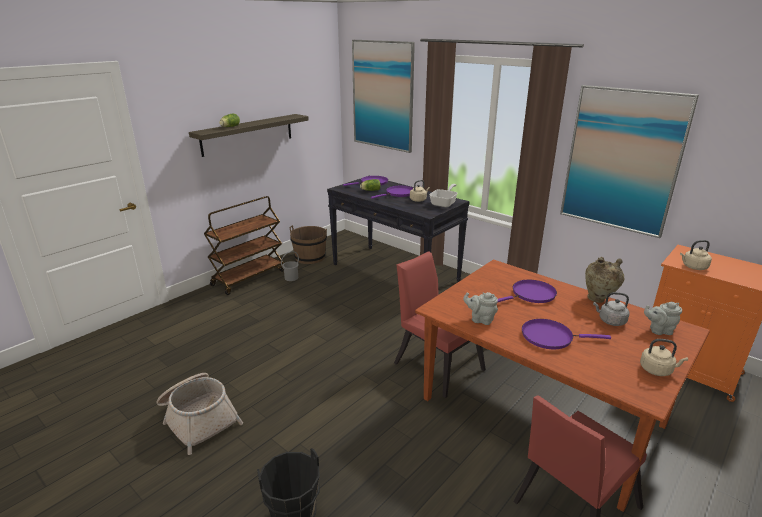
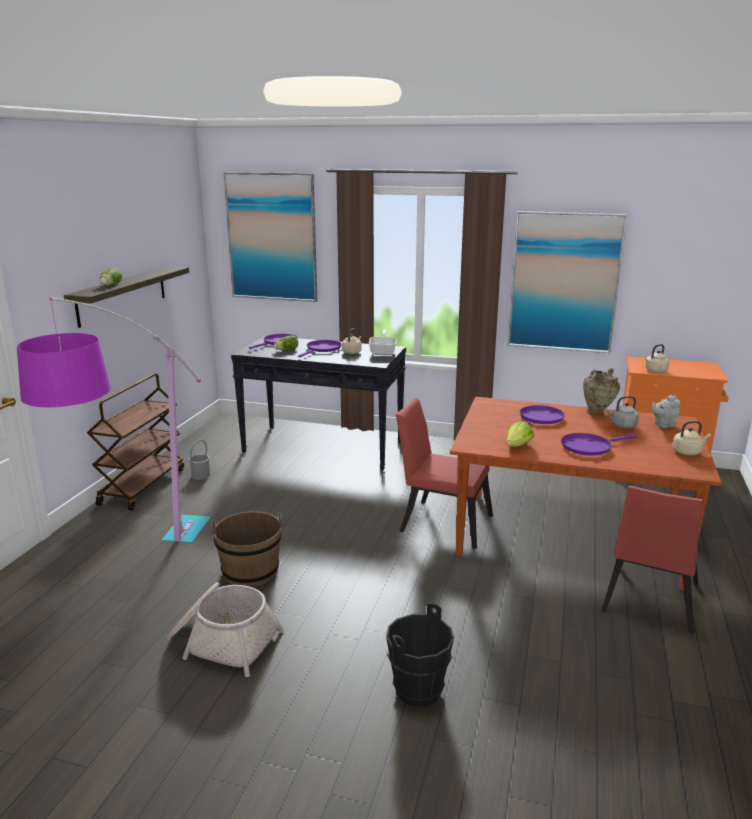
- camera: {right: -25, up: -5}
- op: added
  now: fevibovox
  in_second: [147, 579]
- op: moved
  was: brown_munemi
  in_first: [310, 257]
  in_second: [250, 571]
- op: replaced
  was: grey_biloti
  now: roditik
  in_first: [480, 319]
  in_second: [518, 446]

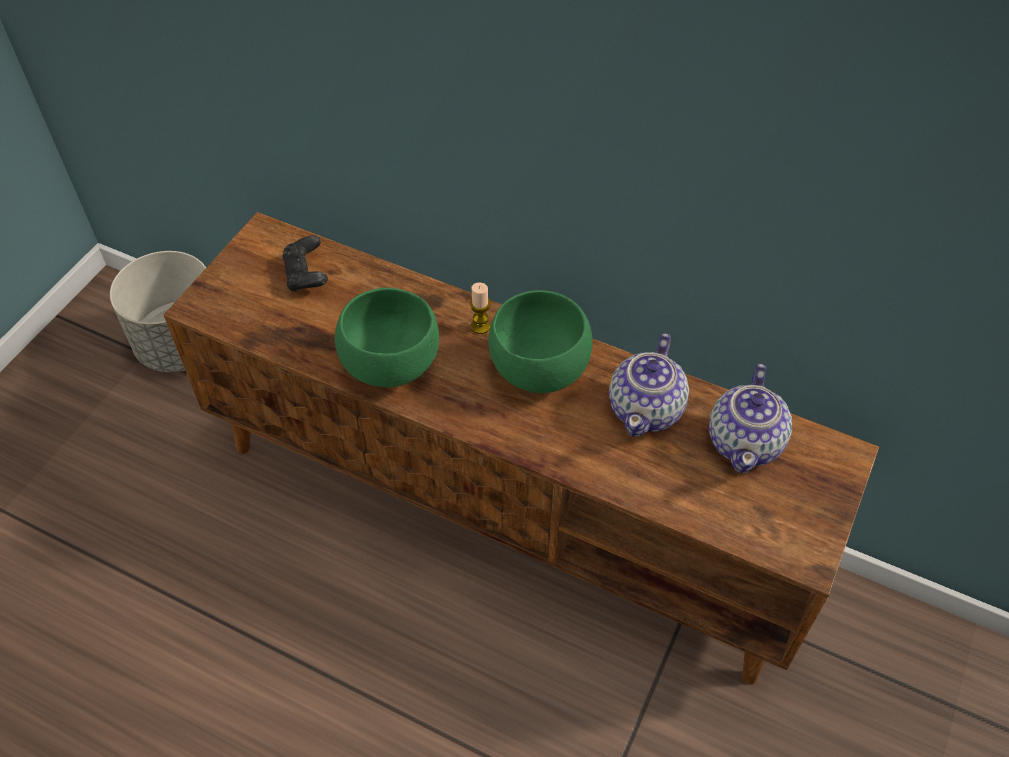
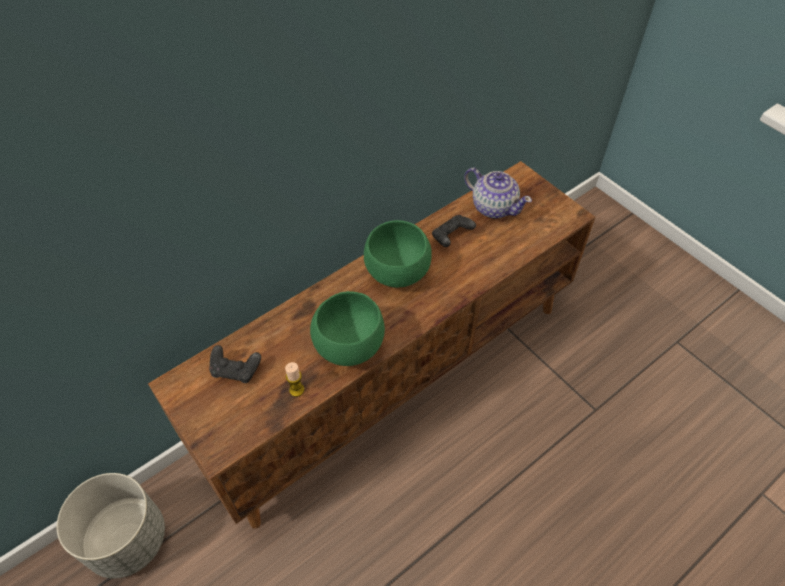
- camera: {right: -65, up: 0}
- op: moved
  was: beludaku
  in_first: [480, 326]
  in_second: [296, 390]
- op: replaced
  was: biloti
  now: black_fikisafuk
  in_first: [646, 409]
  in_second: [451, 237]

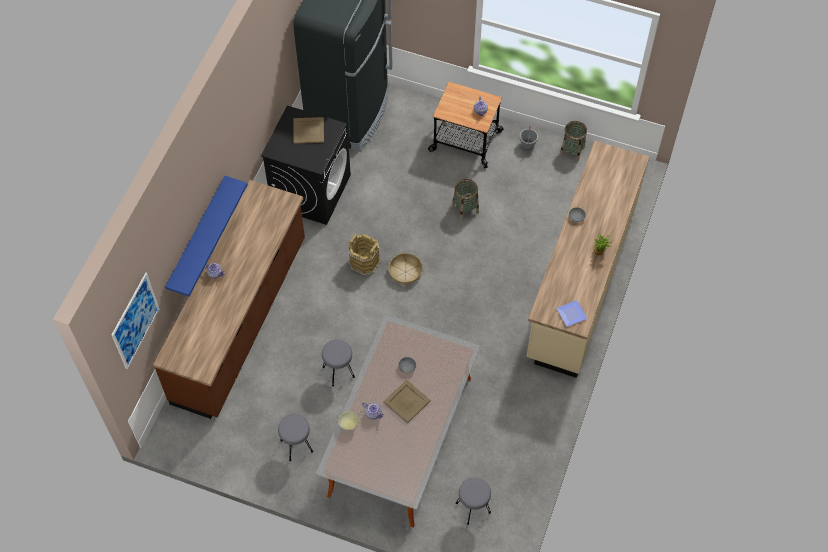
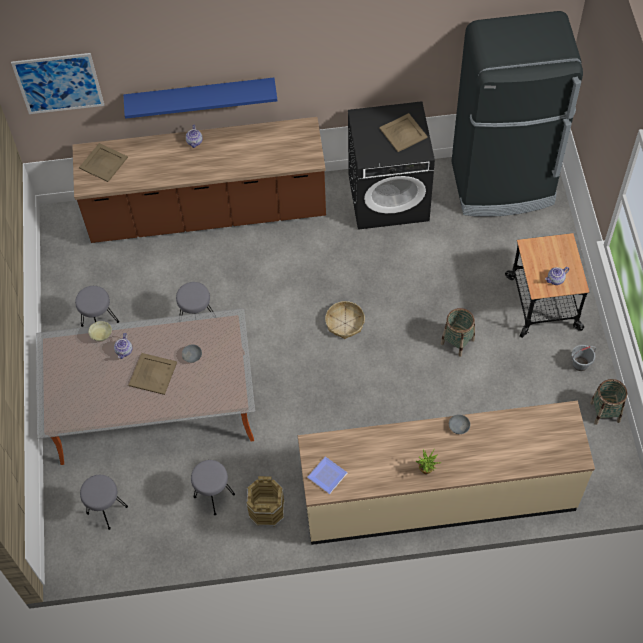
- camera: {right: 65, up: 0}
- op: added
  now: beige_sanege
  in_second: [104, 162]
- op: added
  now: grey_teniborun
  in_second: [213, 496]
- op: moved
  was: brown_munemi
  in_first: [364, 263]
  in_second: [266, 510]

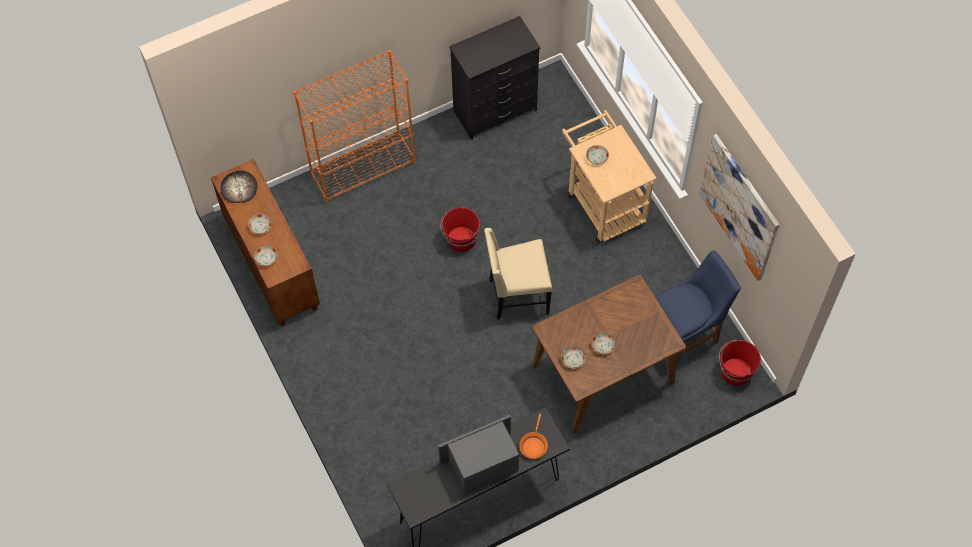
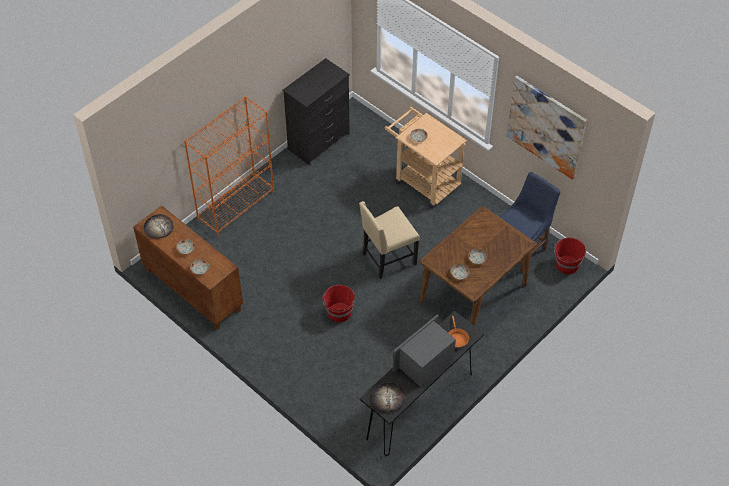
- camera: {right: -20, up: -10}
- op: added
  now: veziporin
  in_second: [388, 398]
- op: moved
  was: red_munemi
  in_first: [461, 239]
  in_second: [339, 313]

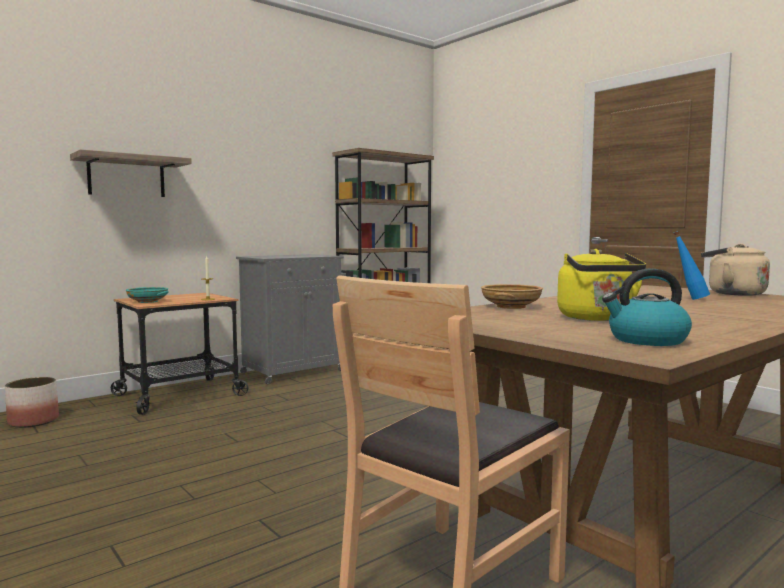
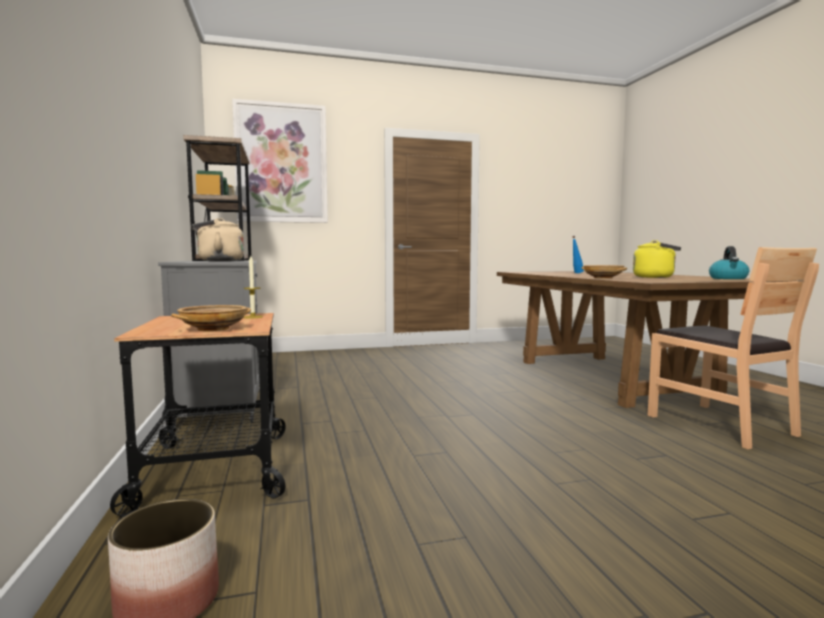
- camera: {right: -65, up: 0}
- op: removed
  was: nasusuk
  in_first: [126, 177]
- op: added
  now: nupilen
  in_second: [281, 163]
- op: moved
  was: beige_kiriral
  in_first: [732, 293]
  in_second: [217, 261]
- op: recoloured
  was: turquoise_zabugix
  now: beige_zabugix
  in_first: [148, 301]
  in_second: [214, 328]

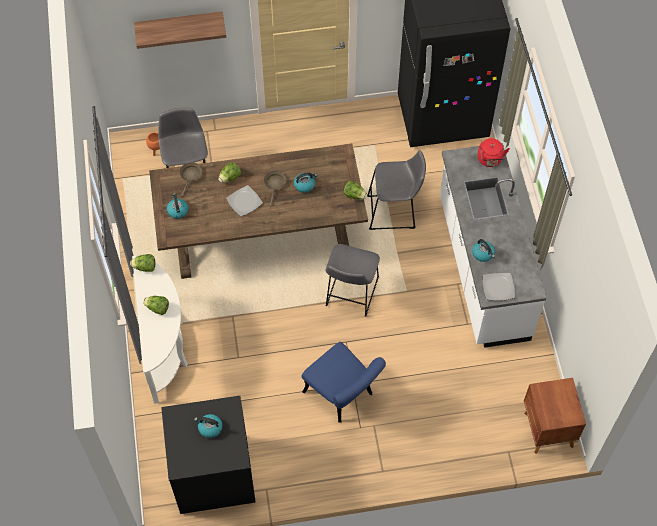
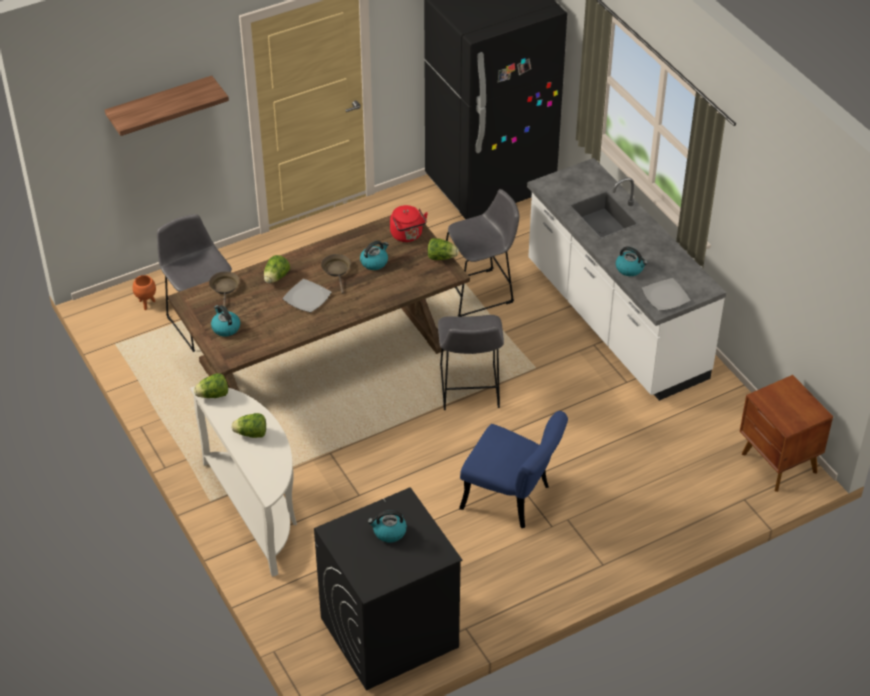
- camera: {right: -20, up: -15}
- op: moved
  was: red_kiriral
  in_first: [490, 160]
  in_second: [407, 235]

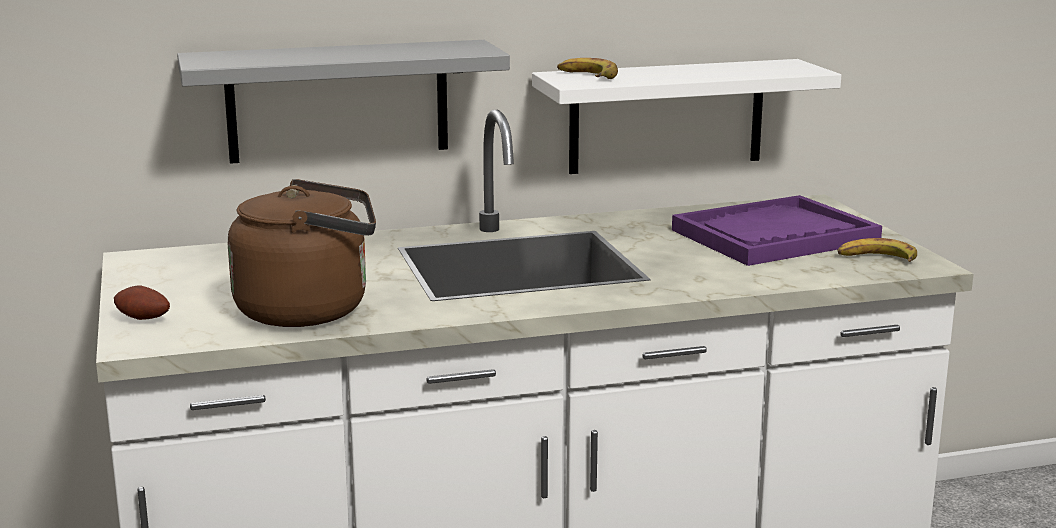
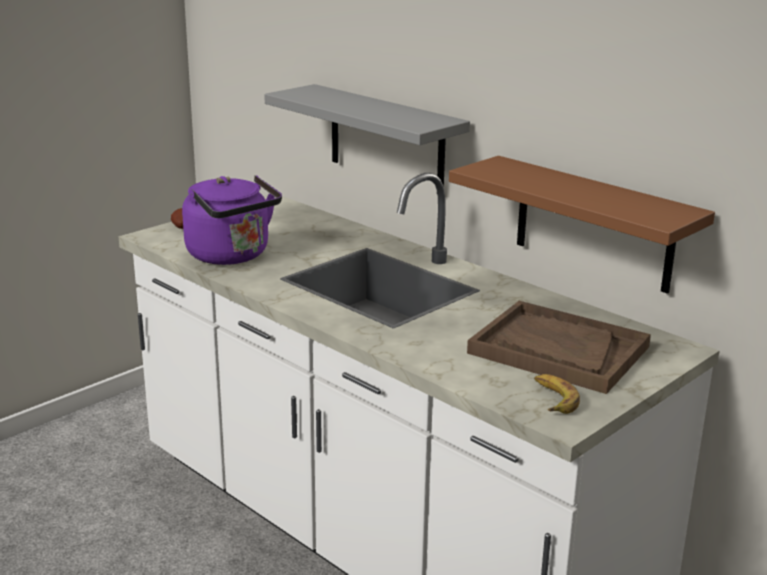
- camera: {right: 60, up: 5}
- op: removed
  was: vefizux
  in_first: [586, 76]
- op: recoloured
  was: brown_kiriral
  now: purple_kiriral
  in_first: [311, 310]
  in_second: [232, 256]
- op: recoloured
  was: white_nasusuk
  now: brown_nasusuk
  in_first: [666, 116]
  in_second: [593, 224]
- op: recoloured
  was: purple_sanege
  now: brown_sanege
  in_first: [774, 236]
  in_second: [558, 350]

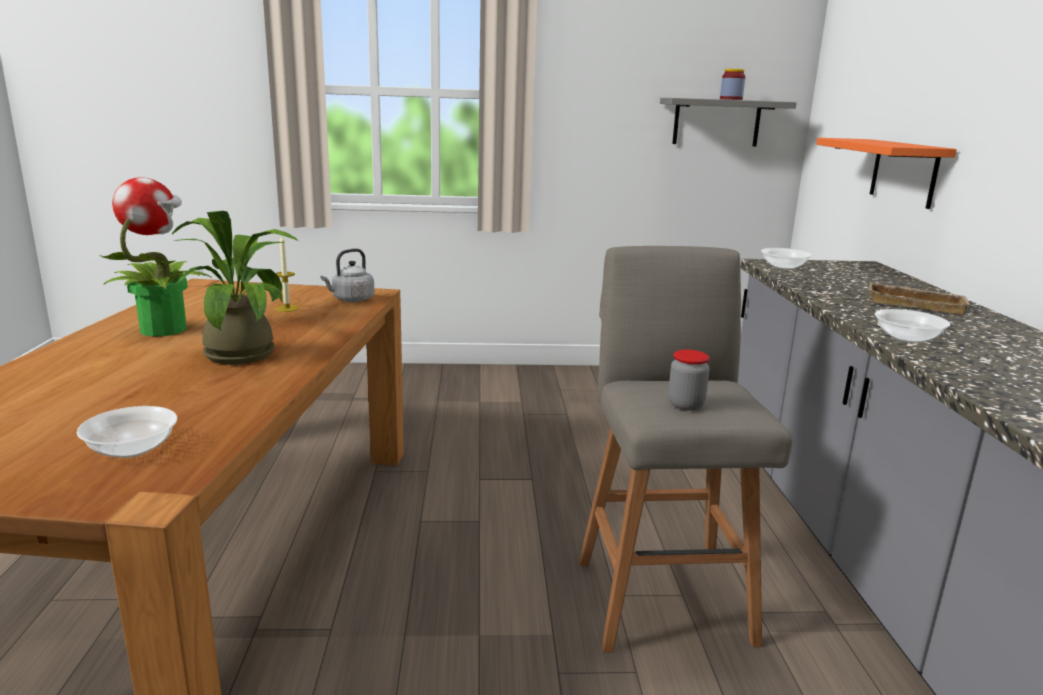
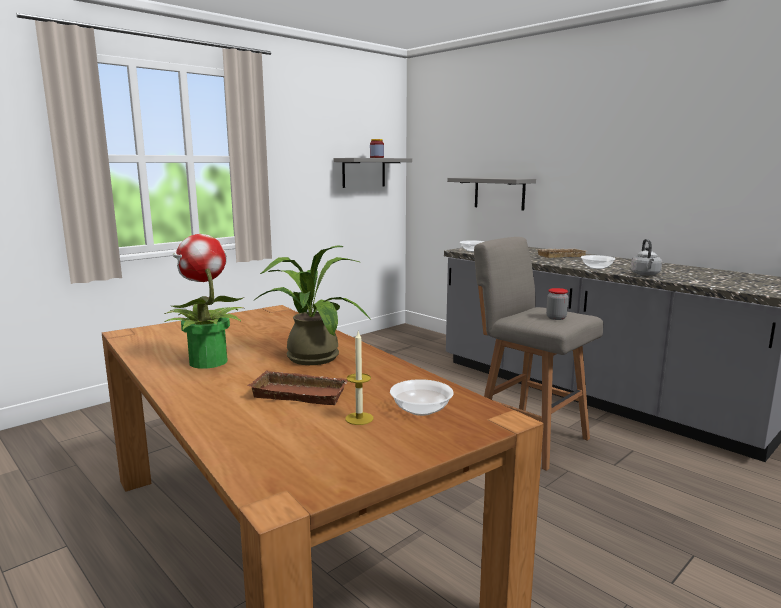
- camera: {right: -40, up: -5}
- op: added
  now: brown_sanege
  in_second: [302, 393]
- op: moved
  was: beludaku
  in_first: [287, 308]
  in_second: [359, 418]
- op: moved
  was: grey_kiriral
  in_first: [351, 300]
  in_second: [645, 274]
- op: recoloured
  was: orange_nasusuk
  now: grey_nasusuk
  in_first: [904, 172]
  in_second: [499, 193]

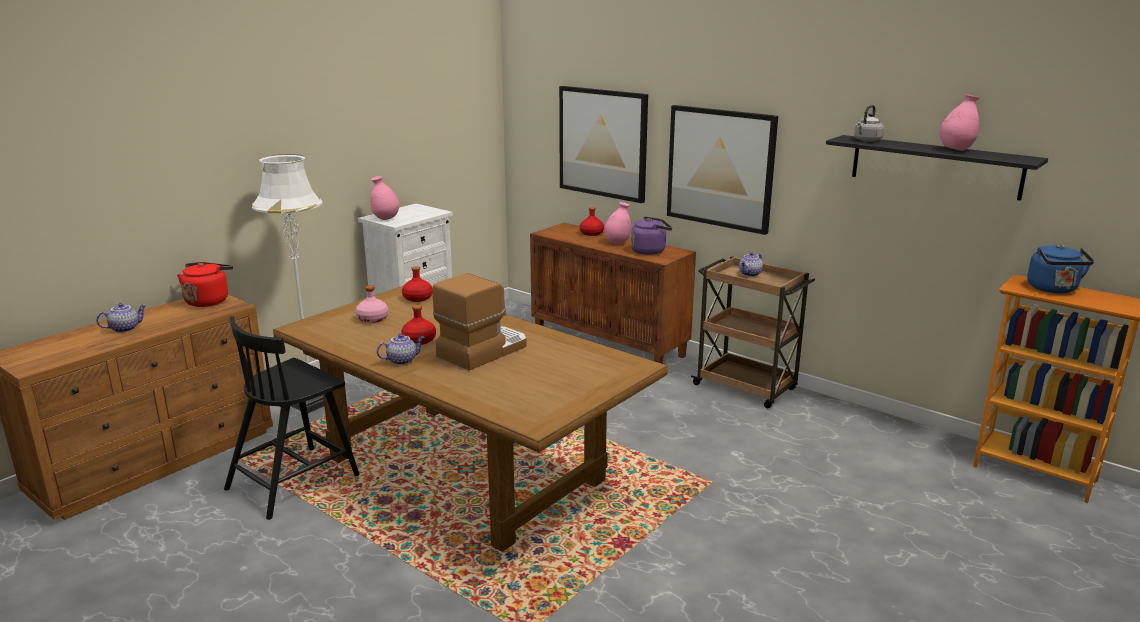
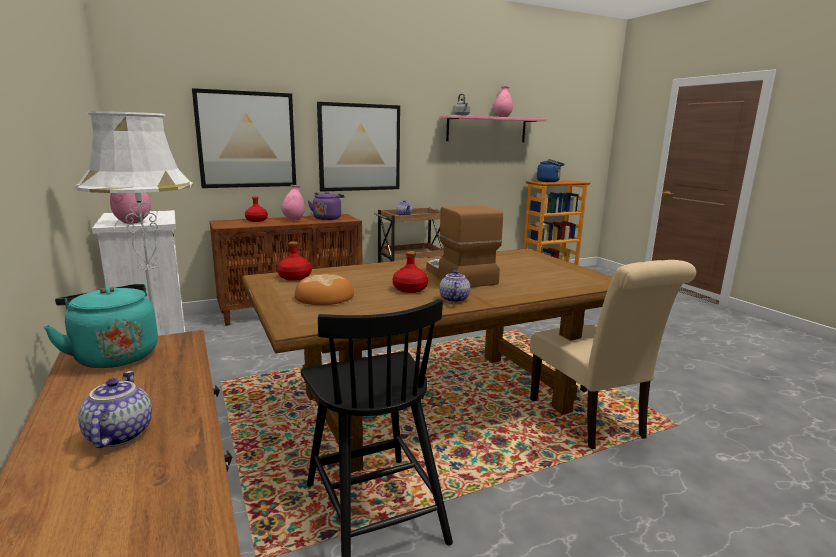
- camera: {right: -65, up: -5}
- op: added
  now: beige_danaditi
  in_second: [591, 421]
- op: replaced
  was: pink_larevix
  now: veziporin
  in_first: [372, 319]
  in_second: [324, 297]
- op: recoloured
  was: red_kiriral
  now: turquoise_kiriral
  in_first: [208, 301]
  in_second: [114, 355]
- op: recoloured
  was: black_nasusuk
  now: pink_nasusuk
  in_first: [935, 166]
  in_second: [487, 129]

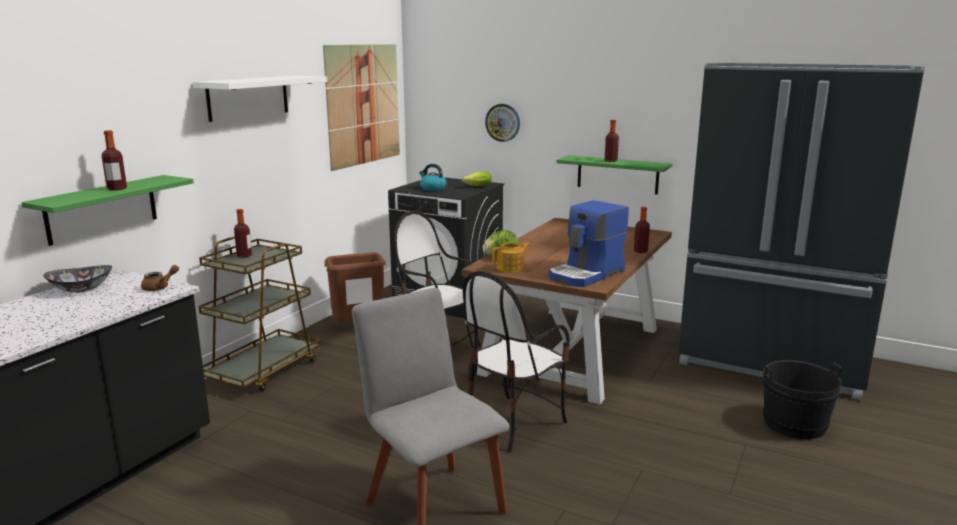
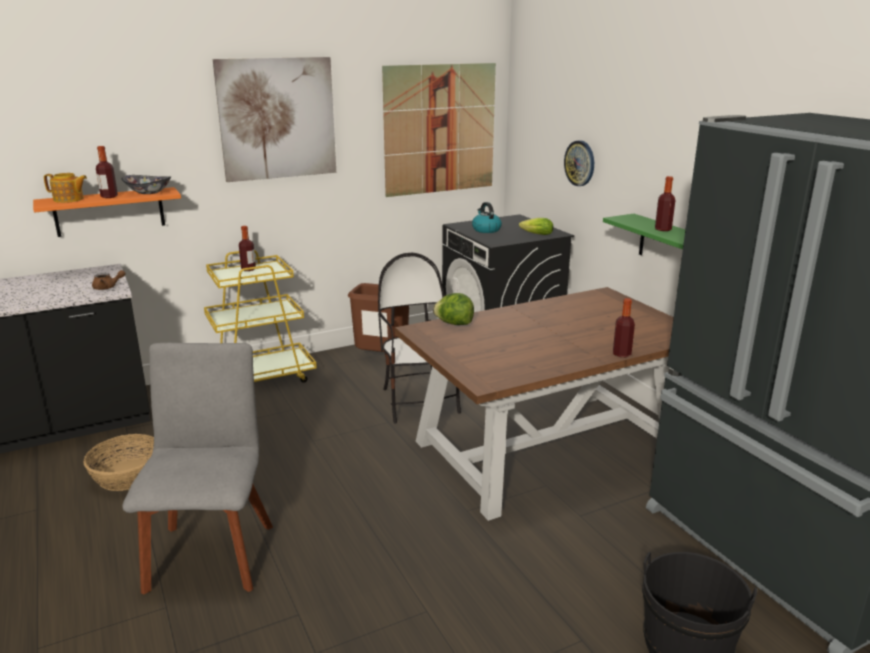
- camera: {right: 35, up: 5}
- op: removed
  was: danaditi
  in_first: [512, 423]
- op: removed
  was: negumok
  in_first: [587, 274]
- op: added
  now: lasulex
  in_second: [128, 475]
- op: moved
  was: zabugix
  in_first: [81, 289]
  in_second: [149, 192]
- op: moved
  was: biloti
  in_first: [511, 268]
  in_second: [69, 199]
- op: replaced
  was: white_nasusuk
  now: nupilen
  in_first: [248, 97]
  in_second: [277, 119]
- op: recoloured
  was: green_nasusuk
  now: orange_nasusuk
  in_first: [102, 209]
  in_second: [109, 212]
- op: recoloured
  was: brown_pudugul
  now: yellow_pudugul
  in_first: [264, 370]
  in_second: [261, 378]

